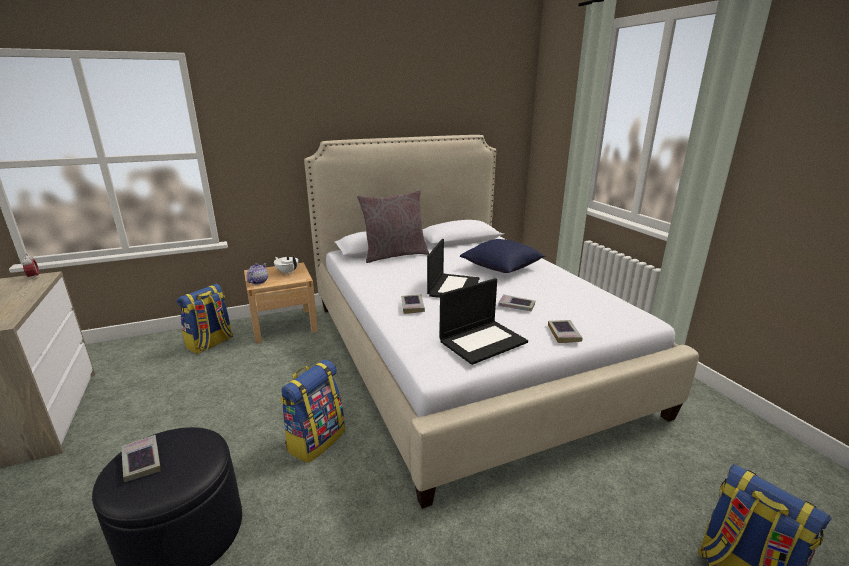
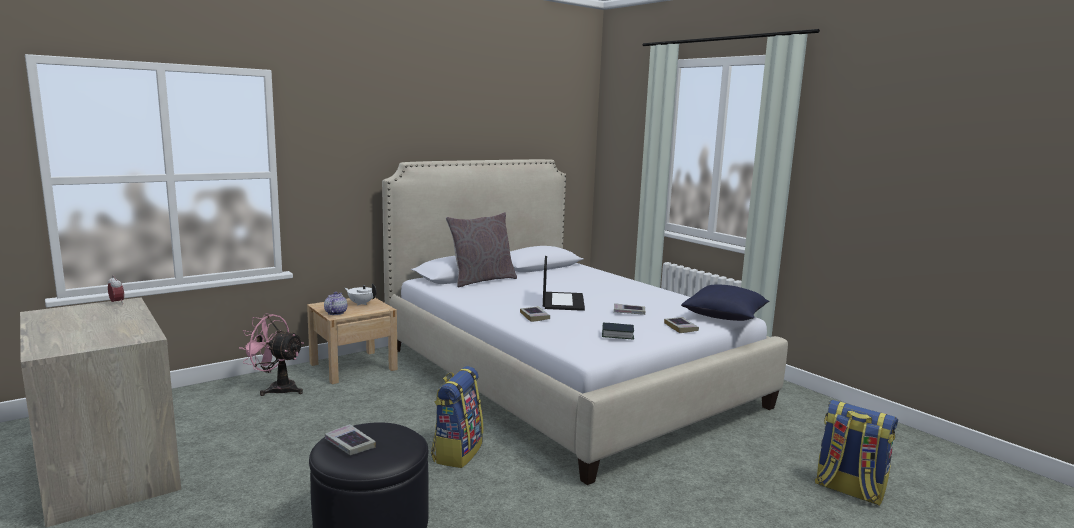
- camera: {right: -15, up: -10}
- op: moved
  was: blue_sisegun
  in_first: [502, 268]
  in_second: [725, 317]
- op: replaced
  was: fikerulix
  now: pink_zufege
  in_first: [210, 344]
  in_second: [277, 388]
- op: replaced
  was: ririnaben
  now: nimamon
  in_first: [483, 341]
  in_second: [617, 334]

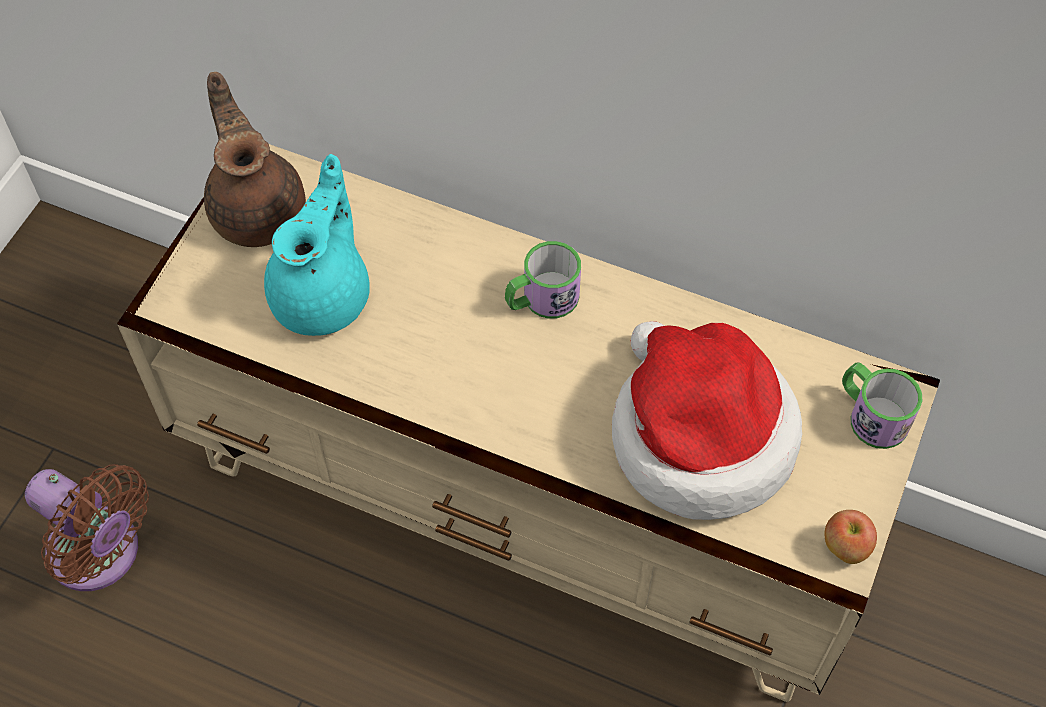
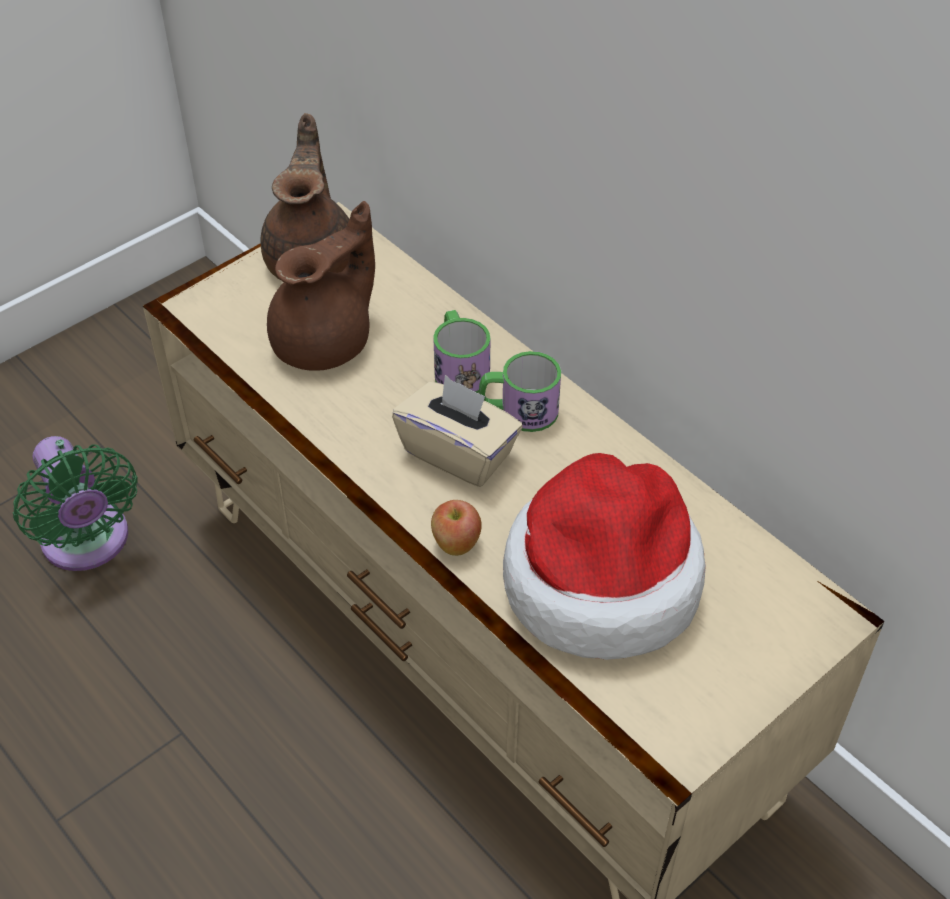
- camera: {right: 25, up: -10}
- op: added
  now: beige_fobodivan
  in_second: [458, 453]
- op: moved
  was: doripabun
  in_first: [845, 548]
  in_second: [455, 544]
- op: moved
  was: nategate
  in_first: [871, 414]
  in_second: [459, 369]
- op: recoloured
  was: brown_zufege
  now: green_zufege
  in_first: [101, 555]
  in_second: [88, 543]
- op: recoloured
  was: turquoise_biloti
  now: brown_biloti
  in_first: [324, 295]
  in_second: [326, 342]

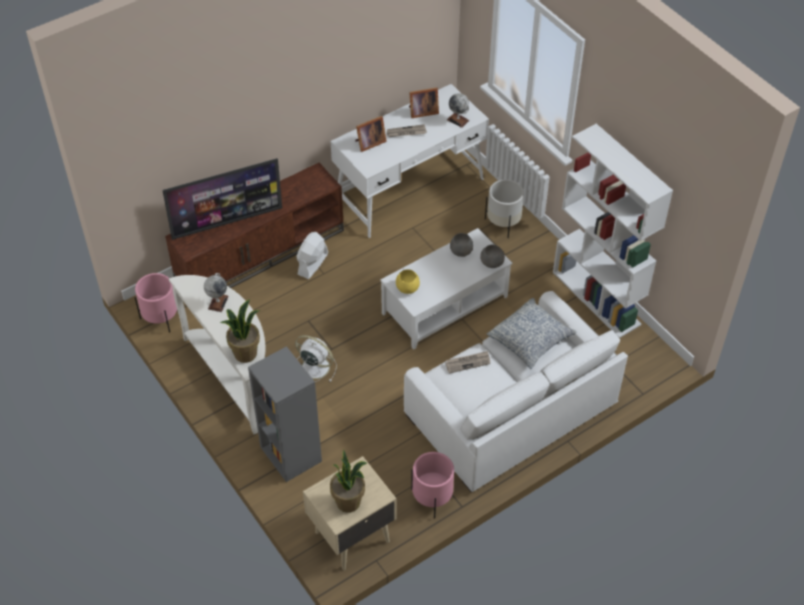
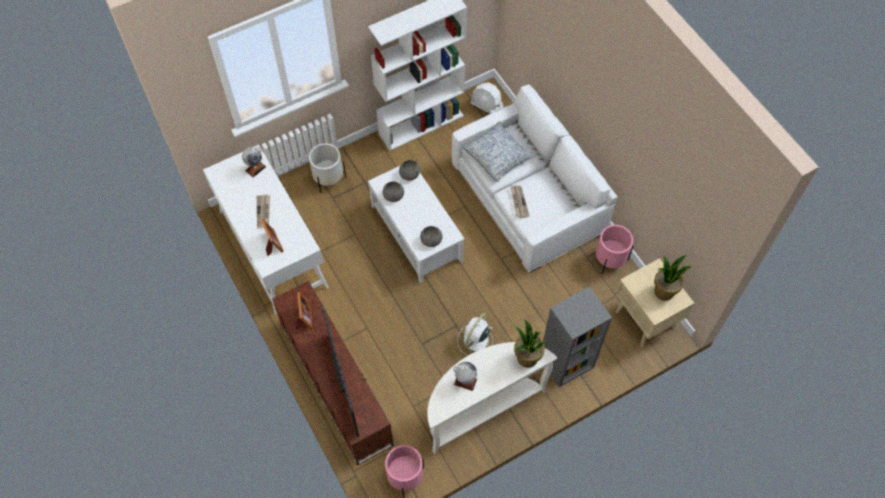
- camera: {right: -85, up: 10}
- op: moved
  was: white_zufege
  in_first: [312, 264]
  in_second: [487, 107]
- op: moved
  was: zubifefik
  in_first: [422, 112]
  in_second: [304, 318]
- op: recoloured
  was: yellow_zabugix
  now: grey_zabugix
  in_first: [407, 288]
  in_second: [431, 240]

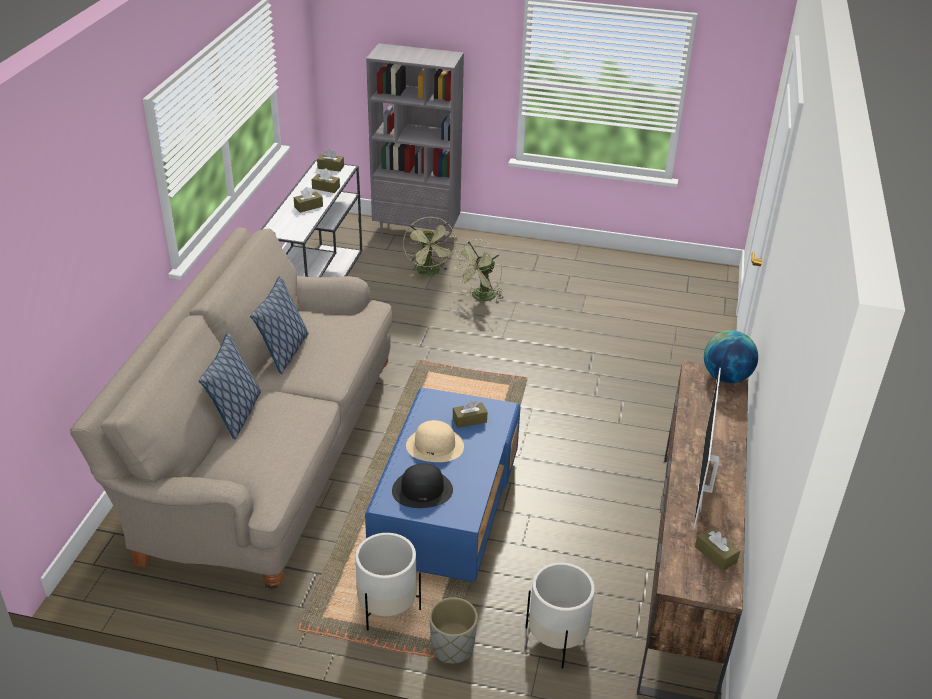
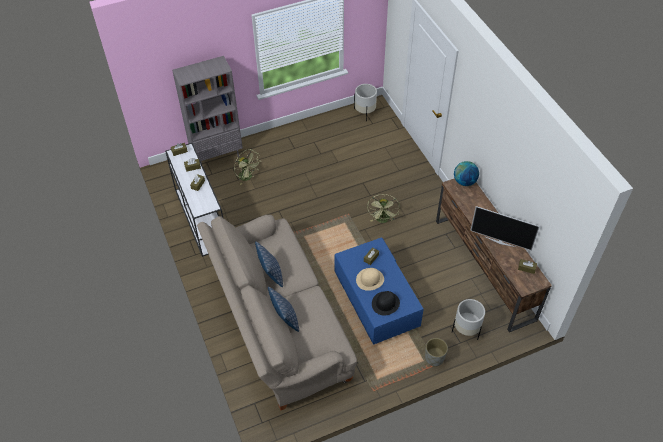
- camera: {right: -35, up: 15}
- op: moved
  was: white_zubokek
  in_first: [387, 608]
  in_second: [365, 112]
- op: moved
  was: green_zufege
  in_first: [481, 298]
  in_second: [383, 220]
- op: turned
  was: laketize
  in_first: [705, 488]
  in_second: [500, 241]
  clockwise: -45

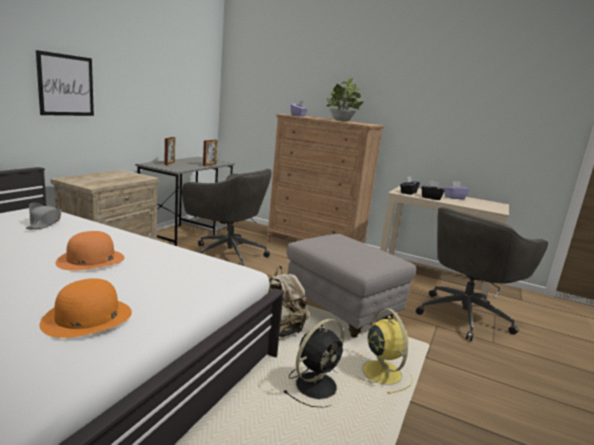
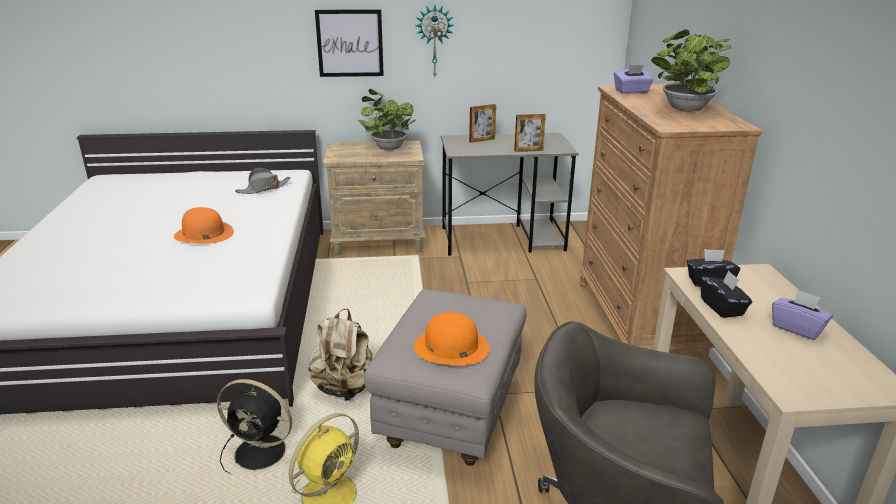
- camera: {right: 60, up: 10}
- op: removed
  was: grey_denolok
  in_first: [227, 254]
- op: added
  now: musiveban
  in_second: [387, 147]
- op: added
  now: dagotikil
  in_second: [434, 41]
- op: moved
  was: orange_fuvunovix
  in_first: [87, 317]
  in_second: [451, 347]

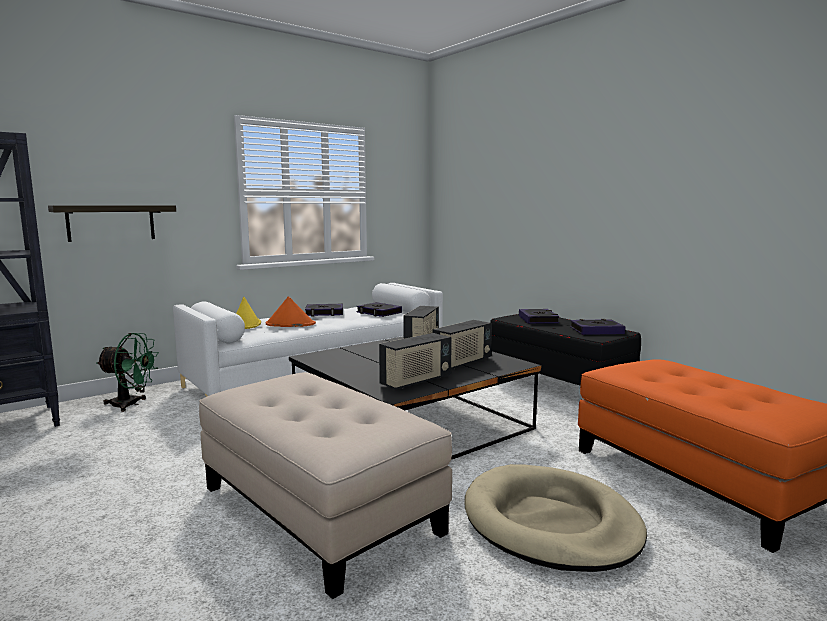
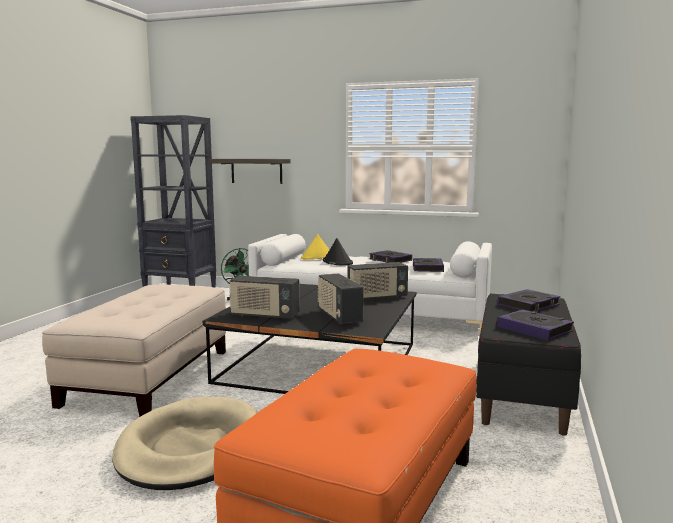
- camera: {right: 55, up: 0}
- op: recoloured
  was: orange_fuvunovix
  now: black_fuvunovix
  in_first: [290, 324]
  in_second: [337, 262]
- op: turned
  was: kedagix
  in_first: [462, 363]
  in_second: [339, 316]
  clockwise: 60

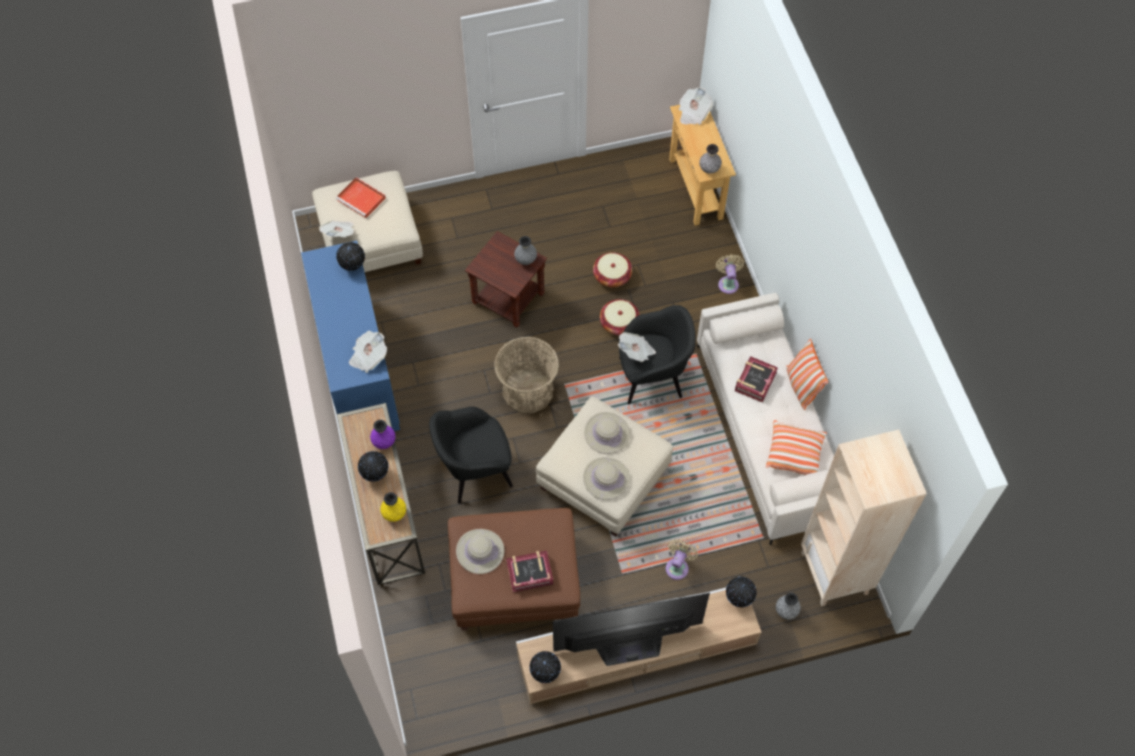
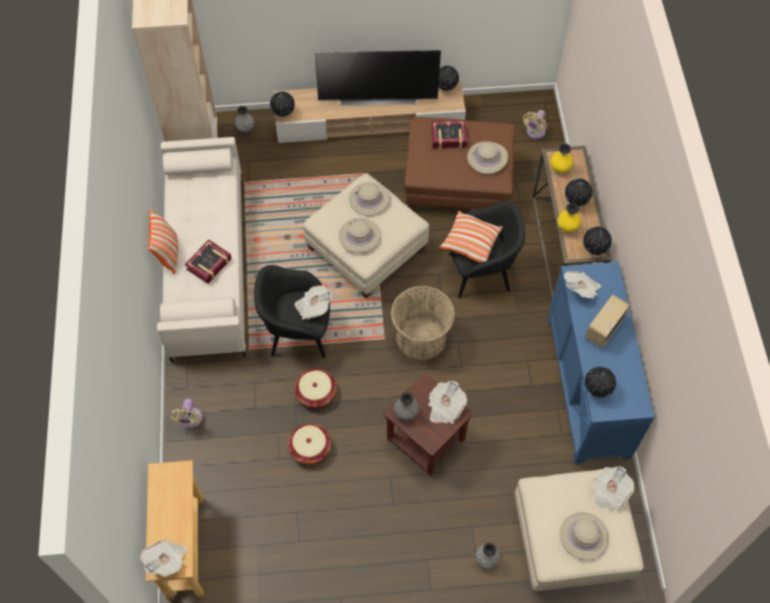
- camera: {right: -170, up: 0}
- op: added
  now: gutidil
  in_second: [445, 408]
- op: added
  now: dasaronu
  in_second: [594, 250]
- op: added
  now: kedagix
  in_second: [603, 329]
- op: moved
  was: beige_zufege
  in_first: [678, 566]
  in_second: [534, 133]
- op: moved
  was: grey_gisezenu
  in_first: [709, 169]
  in_second: [486, 559]
- op: moved
  was: sisegun
  in_first: [794, 453]
  in_second: [470, 243]
- op: replaced
  was: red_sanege
  now: beige_fuvunovix
  in_first: [362, 199]
  in_second: [583, 536]
- op: recoloured
  was: purple_gisezenu
  now: yellow_gisezenu
  in_first: [384, 442]
  in_second: [567, 227]

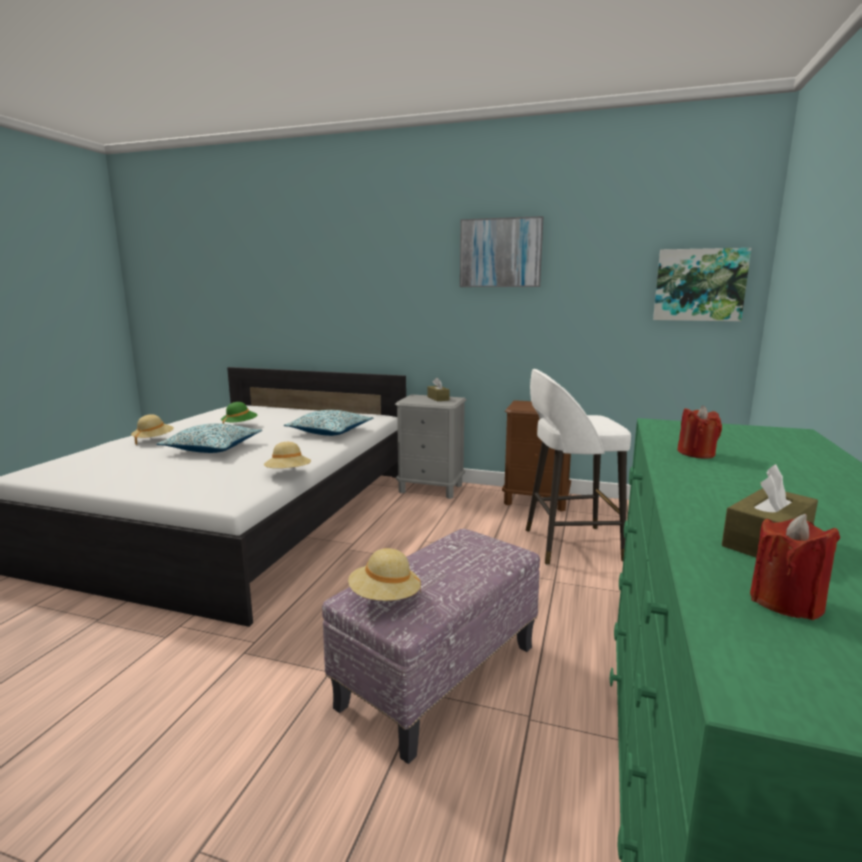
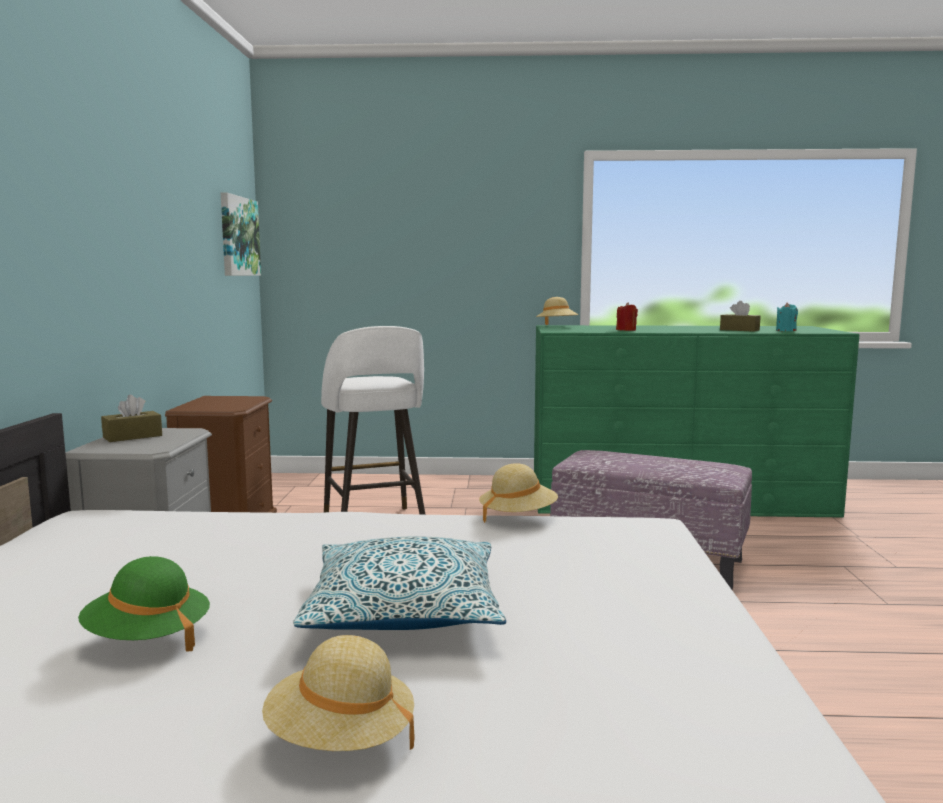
- camera: {right: -105, up: -5}
- op: removed
  was: sisegun
  in_first: [330, 432]
- op: removed
  was: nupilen
  in_first: [500, 253]
- op: moved
  was: beige_fuvunovix
  in_first: [384, 598]
  in_second: [557, 326]
- op: recoloured
  was: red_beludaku
  now: turquoise_beludaku
  in_first: [786, 602]
  in_second: [786, 330]

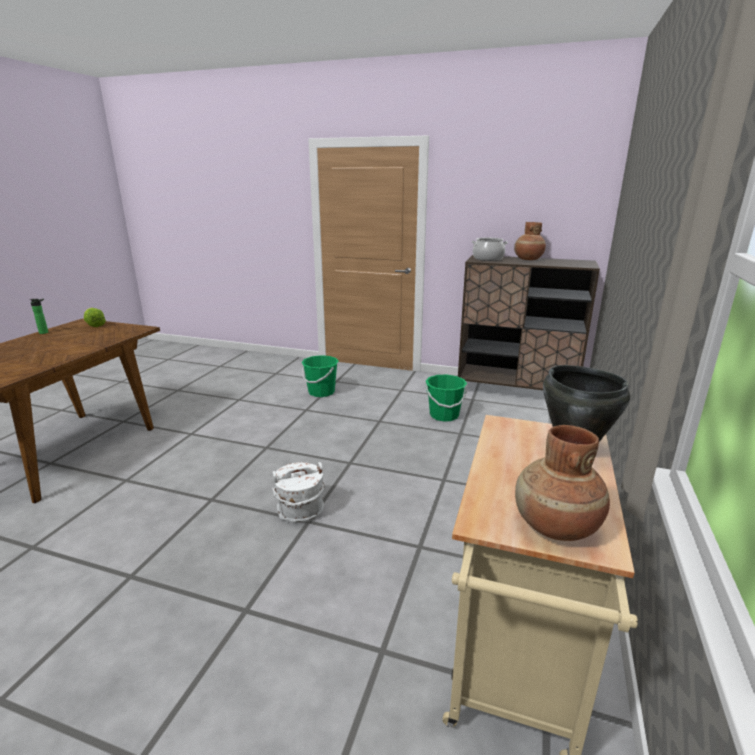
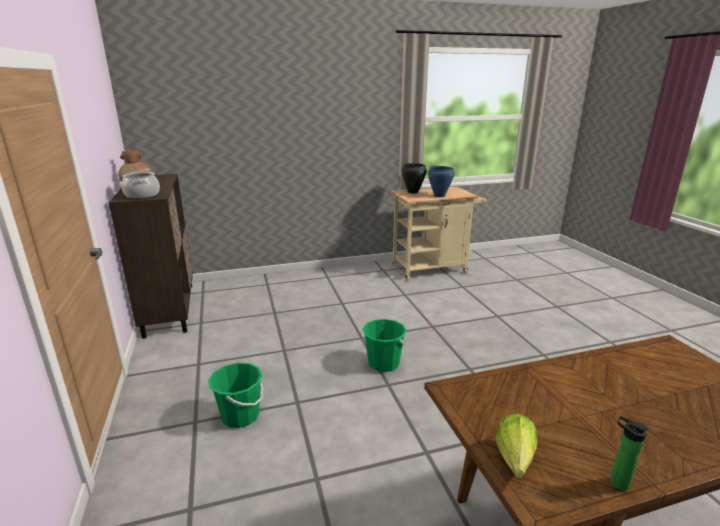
- camera: {right: -125, up: 0}
- op: removed
  was: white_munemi
  in_first: [300, 511]
- op: removed
  was: brown_gisezenu
  in_first: [555, 526]
- op: added
  now: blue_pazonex
  in_second: [439, 196]
- op: moved
  was: green_munemi
  in_first: [444, 415]
  in_second: [383, 363]

